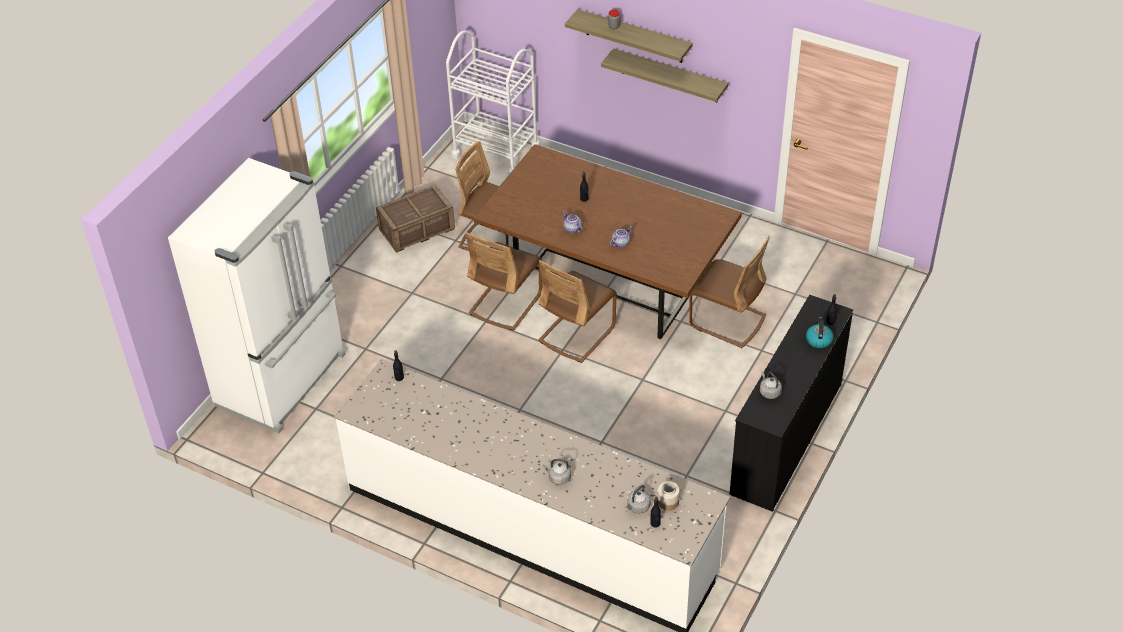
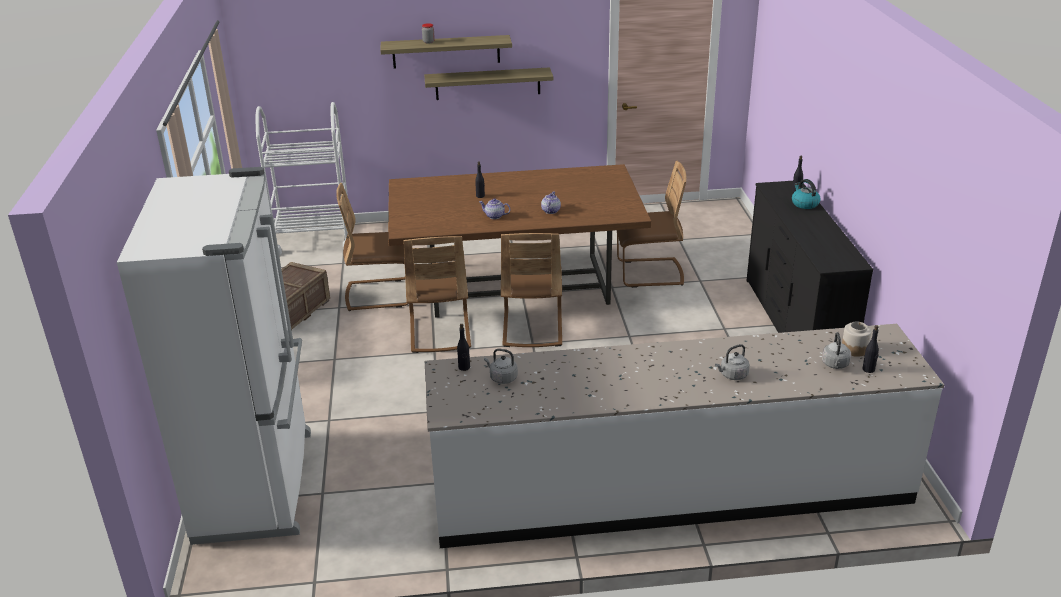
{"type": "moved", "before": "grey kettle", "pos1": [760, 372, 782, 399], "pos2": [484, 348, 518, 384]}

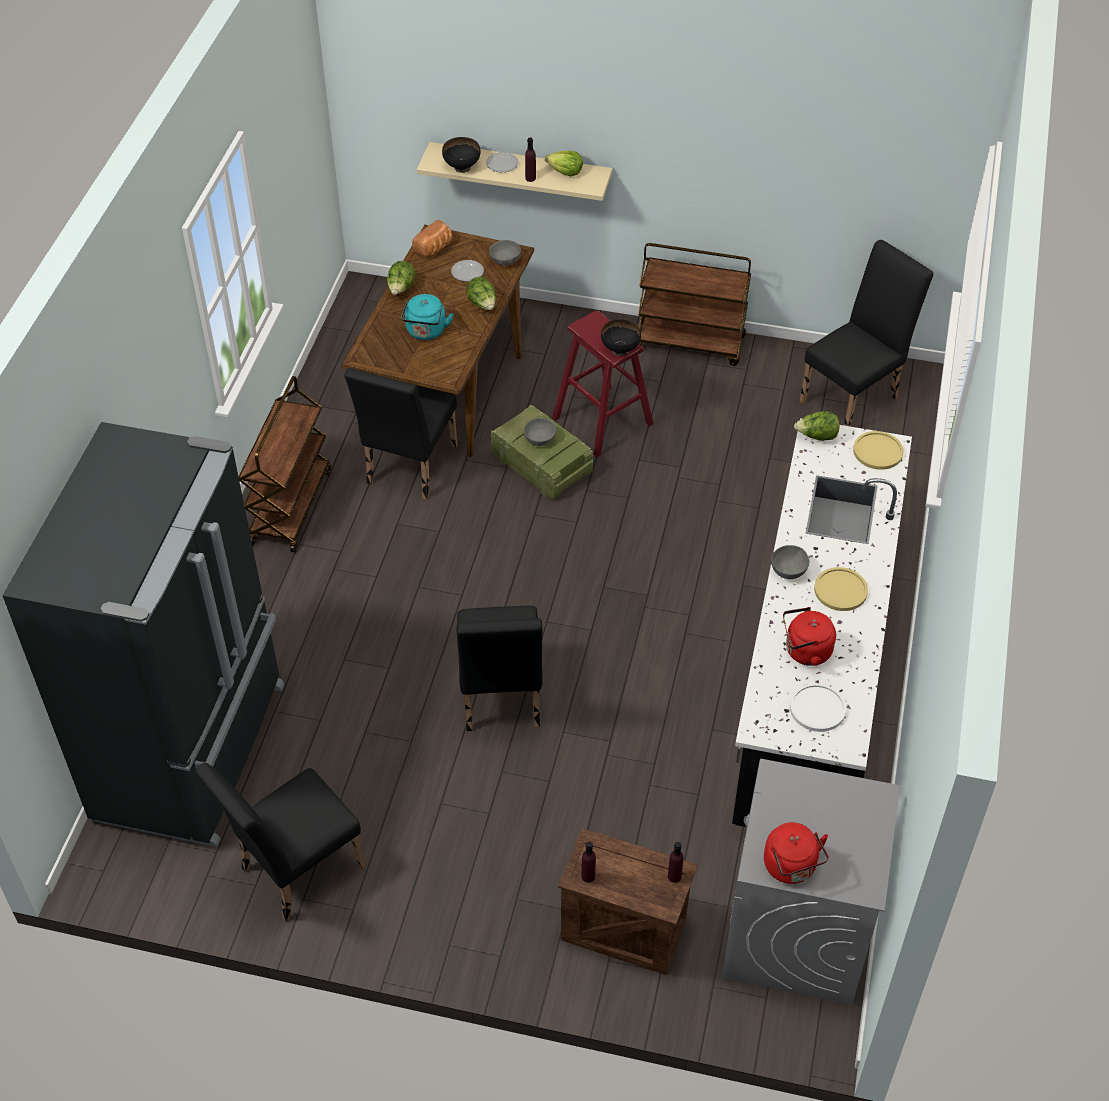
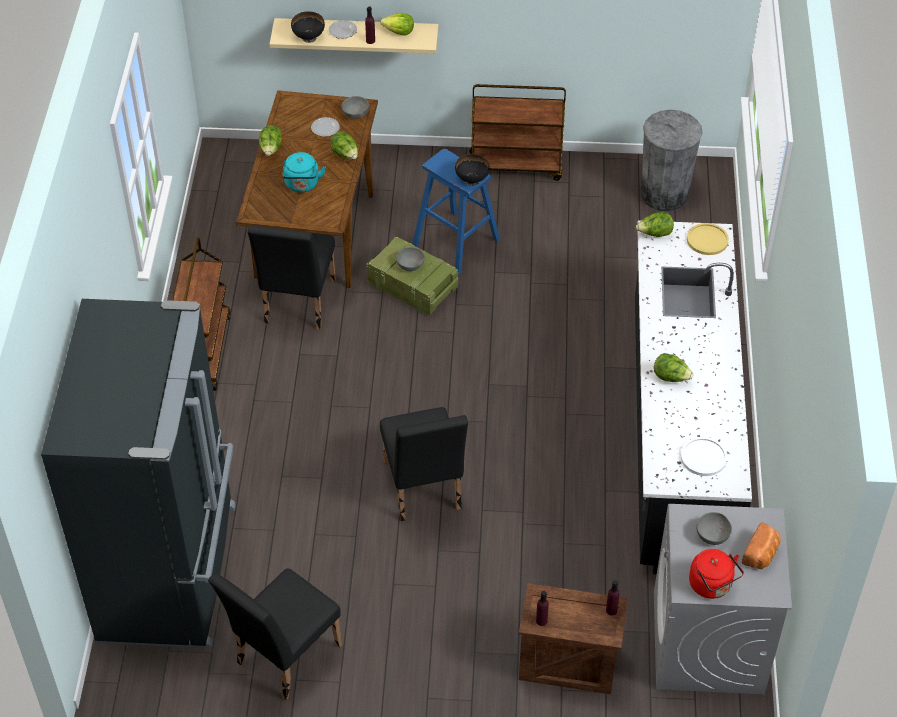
{"type": "moved", "before": "bread", "pos1": [412, 220, 453, 257], "pos2": [742, 523, 781, 569]}
{"type": "recoloured", "before": "reddish sitting stool", "after": "bluish sitting stool", "pos1": [552, 311, 653, 457], "pos2": [412, 149, 500, 275]}
{"type": "moved", "before": "grey deep dish", "pos1": [771, 545, 809, 579], "pos2": [697, 512, 732, 545]}
{"type": "removed", "before": "reddish kettle", "pos1": [783, 607, 836, 666]}
{"type": "replaced", "before": "blackish upright chair", "after": "grey rubbish bin", "pos1": [799, 240, 933, 426], "pos2": [641, 110, 703, 211]}
{"type": "removed", "before": "yellow plate", "pos1": [814, 567, 868, 611]}
{"type": "added", "after": "lettuce", "pos2": [654, 353, 693, 382]}

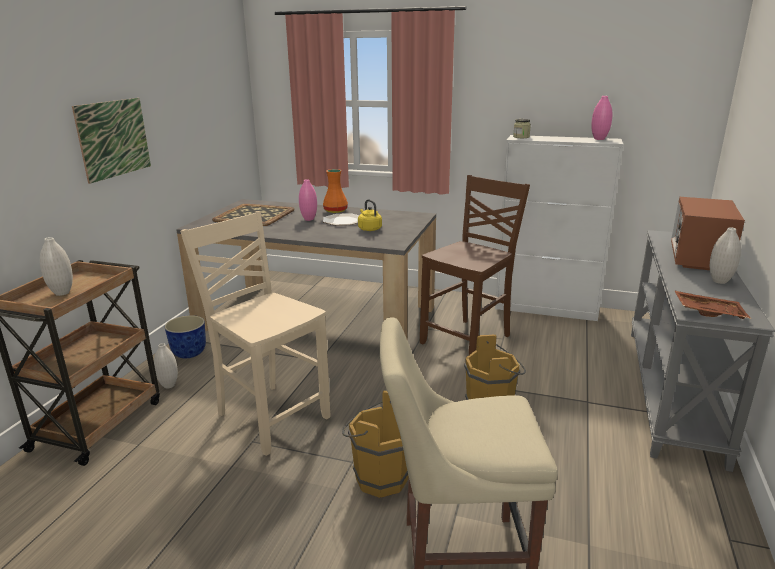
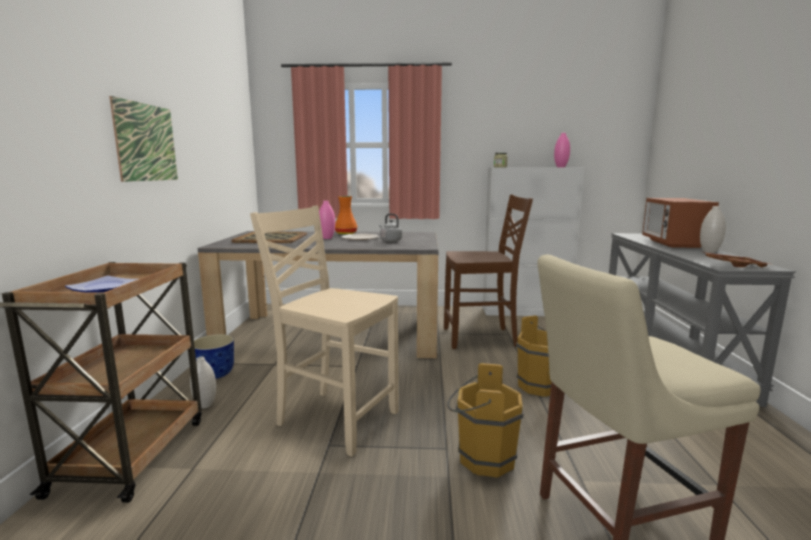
{"type": "replaced", "before": "white-coloured flower vase", "after": "plate", "pos1": [40, 237, 73, 296], "pos2": [65, 276, 138, 293]}
{"type": "recoloured", "before": "yellow kettle", "after": "grey kettle", "pos1": [358, 199, 382, 231], "pos2": [379, 214, 402, 242]}
{"type": "turned", "before": "brown upright chair", "pos1": [420, 175, 530, 355], "pos2": [444, 194, 533, 349], "turn": 60}

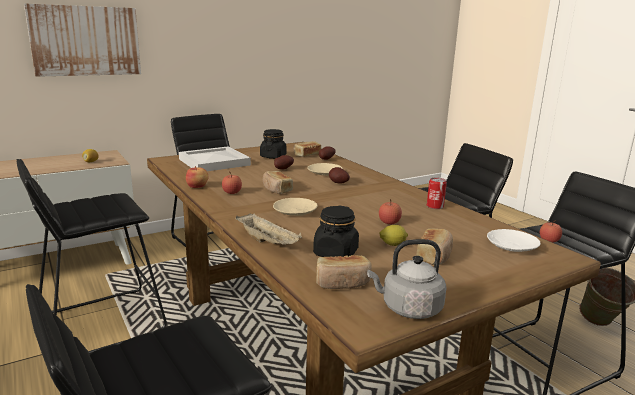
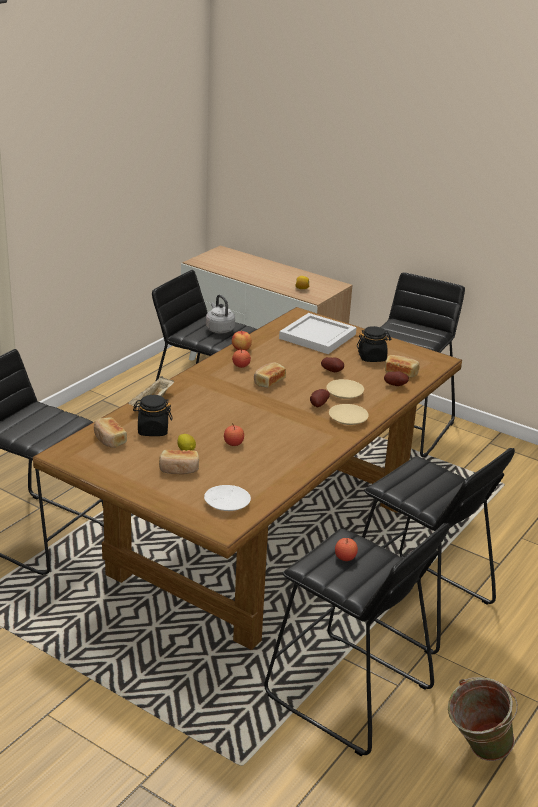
{"type": "removed", "before": "wall picture", "pos1": [24, 3, 141, 77]}
{"type": "moved", "before": "beige plate", "pos1": [273, 198, 317, 216], "pos2": [329, 404, 369, 425]}
{"type": "moved", "before": "grey kettle", "pos1": [367, 239, 446, 319], "pos2": [206, 295, 235, 334]}
{"type": "removed", "before": "sealed can", "pos1": [427, 177, 447, 209]}

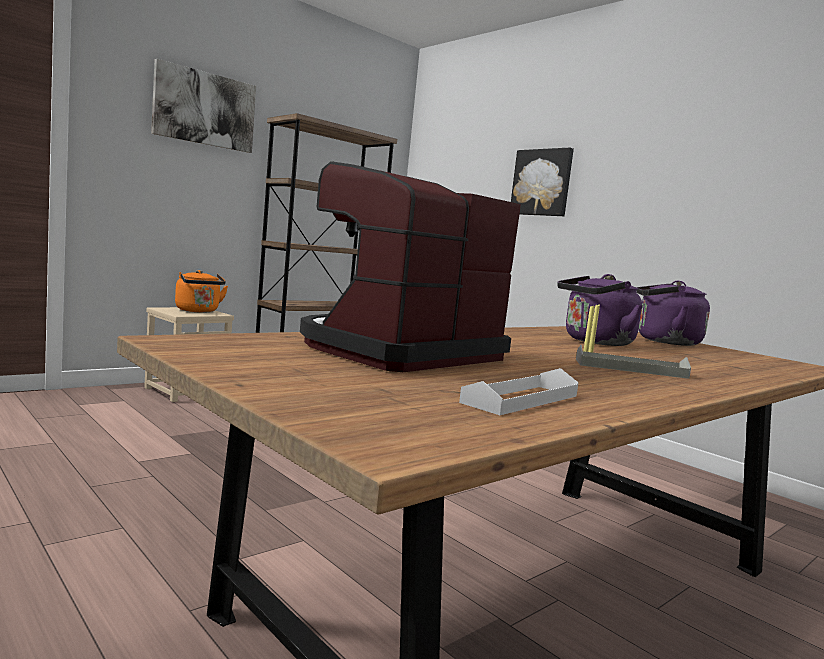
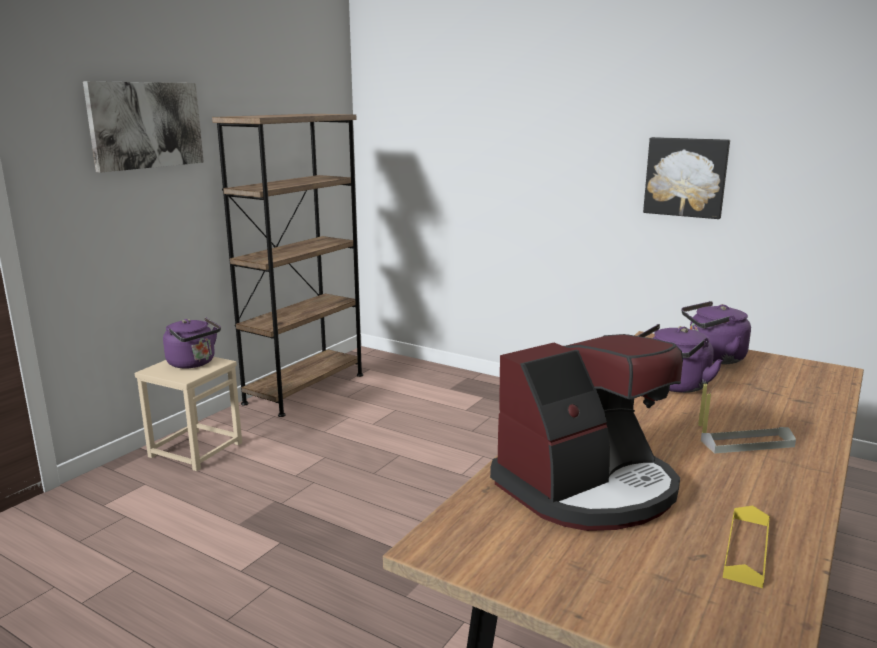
{"type": "recoloured", "before": "orange-coloured kettle", "after": "purplish kettle", "pos1": [175, 270, 228, 313], "pos2": [163, 317, 221, 369]}
{"type": "turned", "before": "coffee machine", "pos1": [300, 161, 521, 372], "pos2": [490, 334, 683, 531], "turn": -150}
{"type": "recoloured", "before": "white-coloured tray", "after": "yellow tray", "pos1": [459, 368, 579, 415], "pos2": [723, 506, 770, 588]}
{"type": "moved", "before": "wall picture", "pos1": [511, 148, 574, 216], "pos2": [643, 137, 730, 219]}

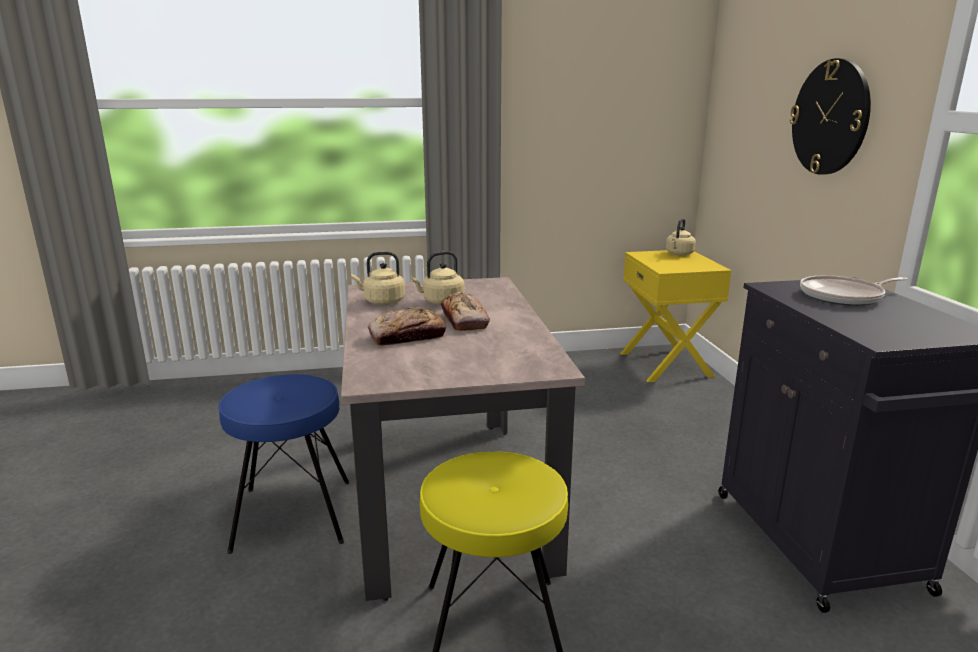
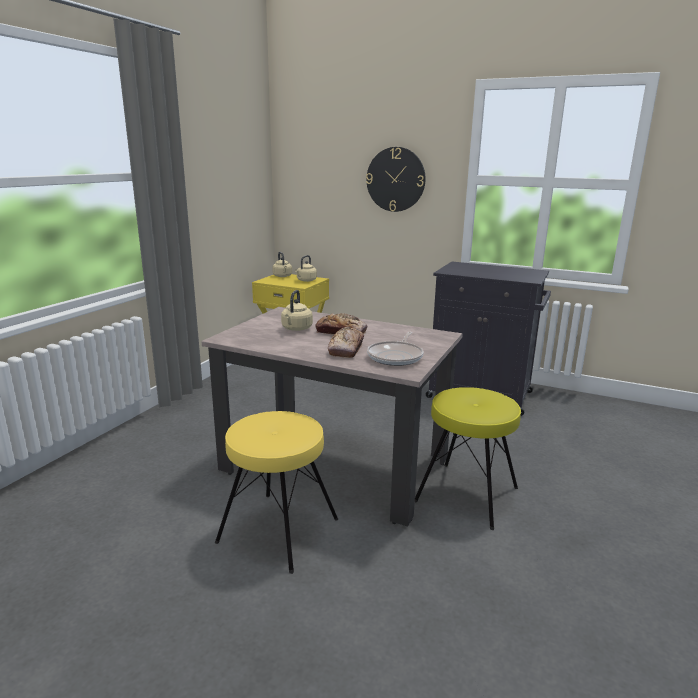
{"type": "recoloured", "before": "bluish sitting stool", "after": "yellow sitting stool", "pos1": [218, 374, 350, 554], "pos2": [215, 411, 338, 574]}
{"type": "moved", "before": "beige kettle", "pos1": [351, 252, 405, 305], "pos2": [295, 255, 317, 282]}
{"type": "moved", "before": "pan", "pos1": [800, 275, 908, 306], "pos2": [367, 332, 424, 366]}

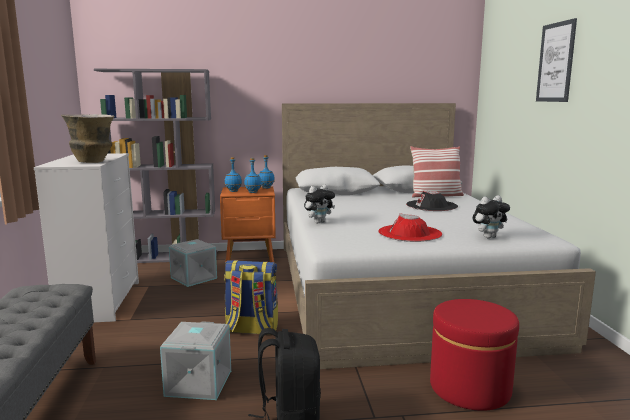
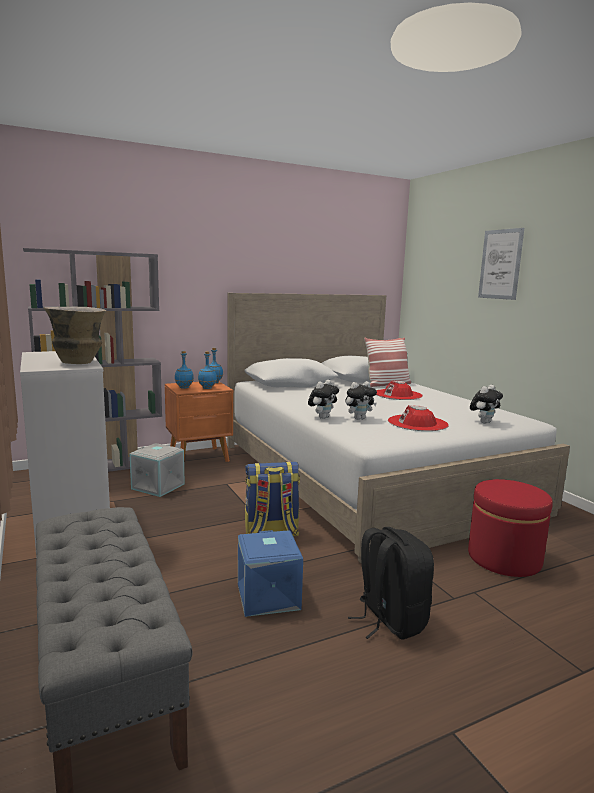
{"type": "recoloured", "before": "grey storage container", "after": "bluish storage container", "pos1": [160, 321, 231, 400], "pos2": [238, 530, 303, 617]}
{"type": "recoloured", "before": "blackish hat", "after": "reddish hat", "pos1": [406, 191, 458, 211], "pos2": [376, 381, 423, 400]}
{"type": "added", "after": "soft toy", "pos2": [345, 381, 377, 420]}

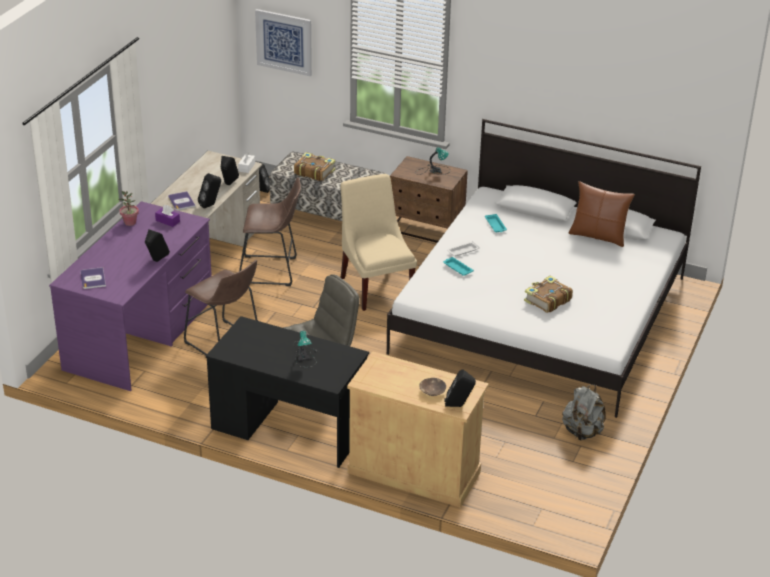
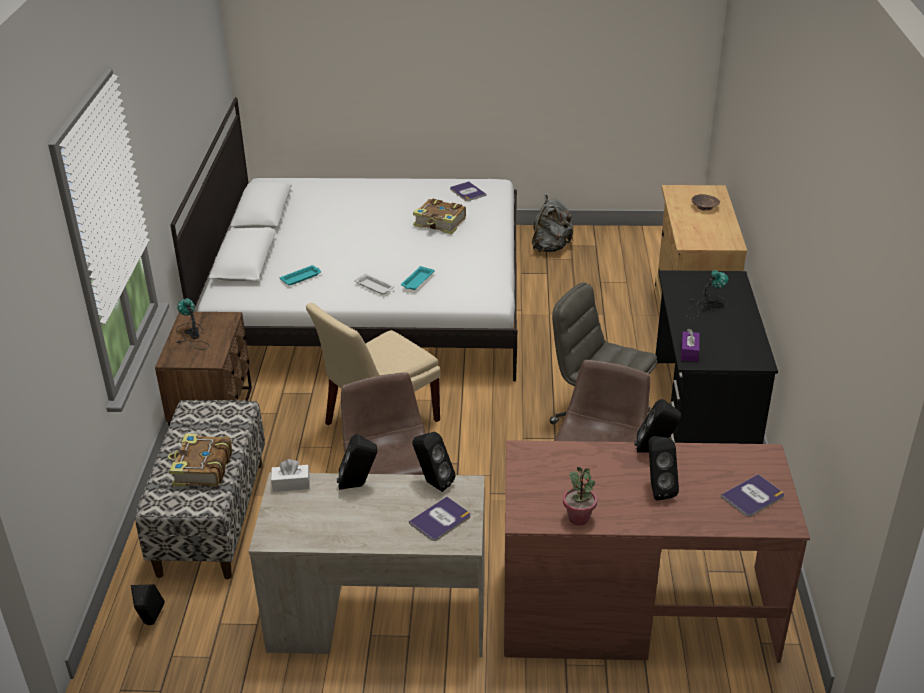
{"type": "recoloured", "before": "purplish desk unit", "after": "brown desk unit", "pos1": [49, 201, 212, 391], "pos2": [504, 440, 810, 663]}
{"type": "moved", "before": "purplish tissue holder", "pos1": [155, 205, 180, 227], "pos2": [681, 329, 700, 362]}
{"type": "removed", "before": "wall picture", "pos1": [255, 9, 312, 76]}
{"type": "moved", "before": "blackish loudspeaker", "pos1": [444, 370, 476, 407], "pos2": [648, 436, 679, 501]}
{"type": "removed", "before": "brown cushion", "pos1": [569, 181, 635, 247]}
{"type": "added", "after": "volume", "pos2": [450, 181, 486, 201]}

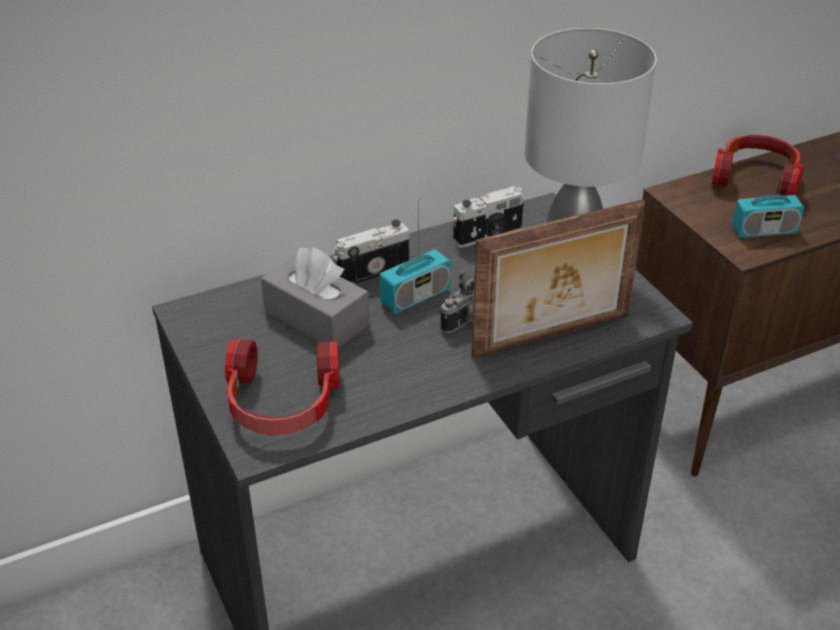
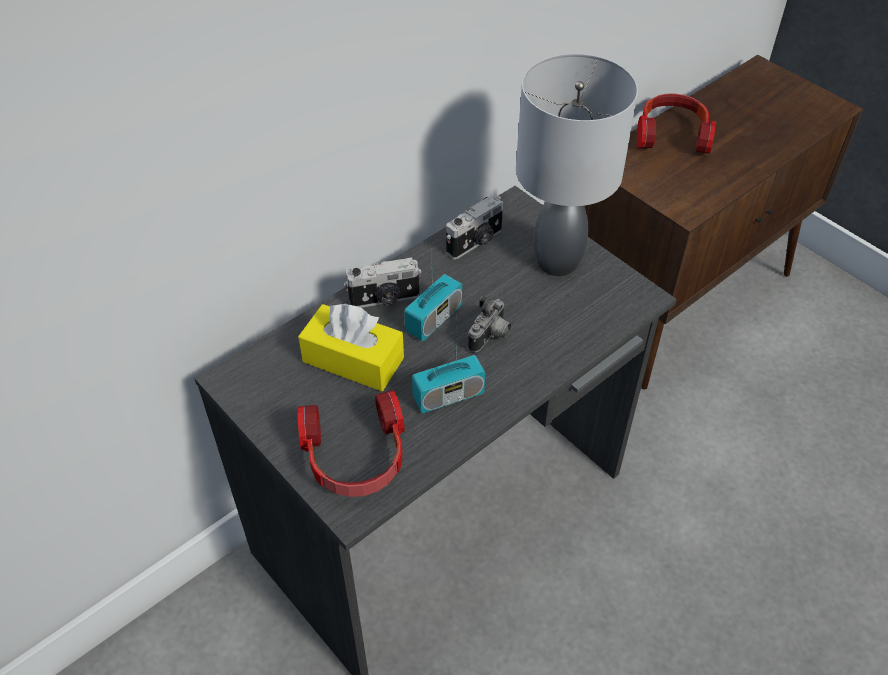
{"type": "recoloured", "before": "grey tissue holder", "after": "yellow tissue holder", "pos1": [261, 247, 370, 347], "pos2": [298, 304, 404, 391]}
{"type": "turned", "before": "photo camera", "pos1": [333, 219, 410, 284], "pos2": [344, 257, 422, 308], "turn": -150}
{"type": "removed", "before": "picture frame", "pos1": [471, 199, 645, 359]}
{"type": "moved", "before": "radio set", "pos1": [732, 147, 804, 238], "pos2": [412, 325, 485, 413]}

